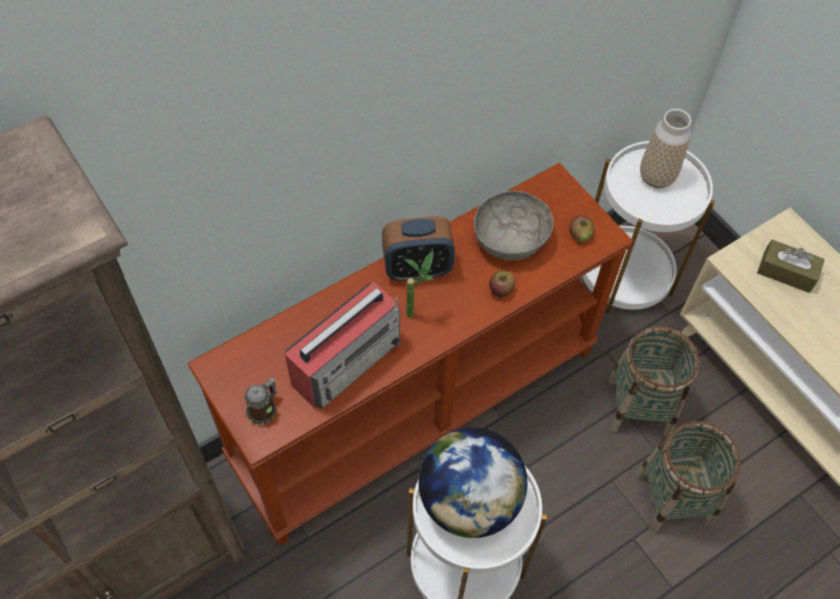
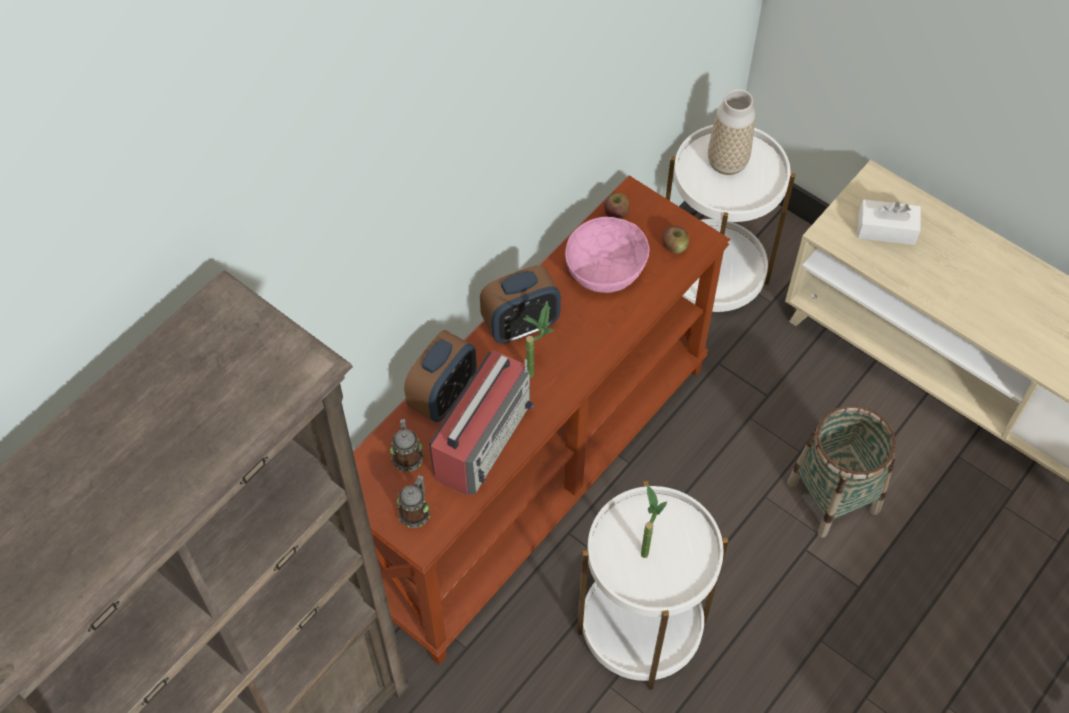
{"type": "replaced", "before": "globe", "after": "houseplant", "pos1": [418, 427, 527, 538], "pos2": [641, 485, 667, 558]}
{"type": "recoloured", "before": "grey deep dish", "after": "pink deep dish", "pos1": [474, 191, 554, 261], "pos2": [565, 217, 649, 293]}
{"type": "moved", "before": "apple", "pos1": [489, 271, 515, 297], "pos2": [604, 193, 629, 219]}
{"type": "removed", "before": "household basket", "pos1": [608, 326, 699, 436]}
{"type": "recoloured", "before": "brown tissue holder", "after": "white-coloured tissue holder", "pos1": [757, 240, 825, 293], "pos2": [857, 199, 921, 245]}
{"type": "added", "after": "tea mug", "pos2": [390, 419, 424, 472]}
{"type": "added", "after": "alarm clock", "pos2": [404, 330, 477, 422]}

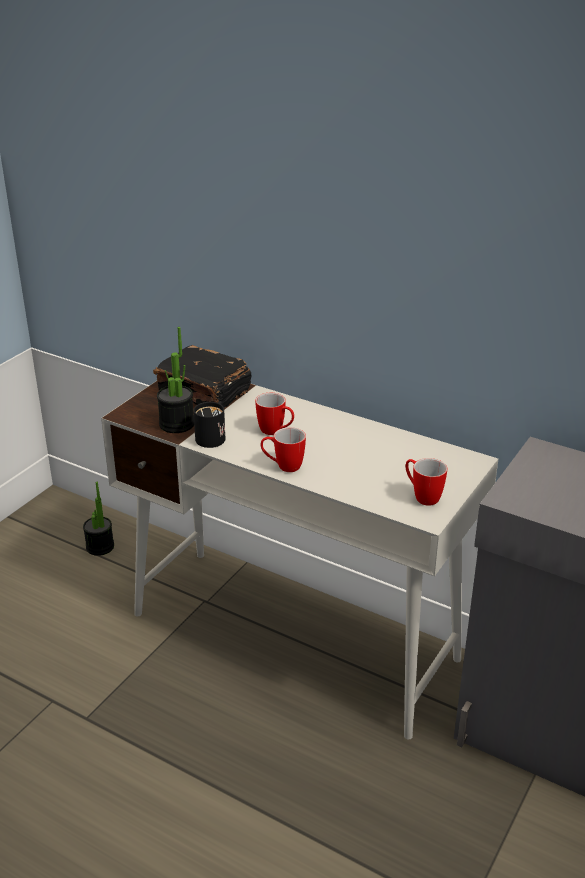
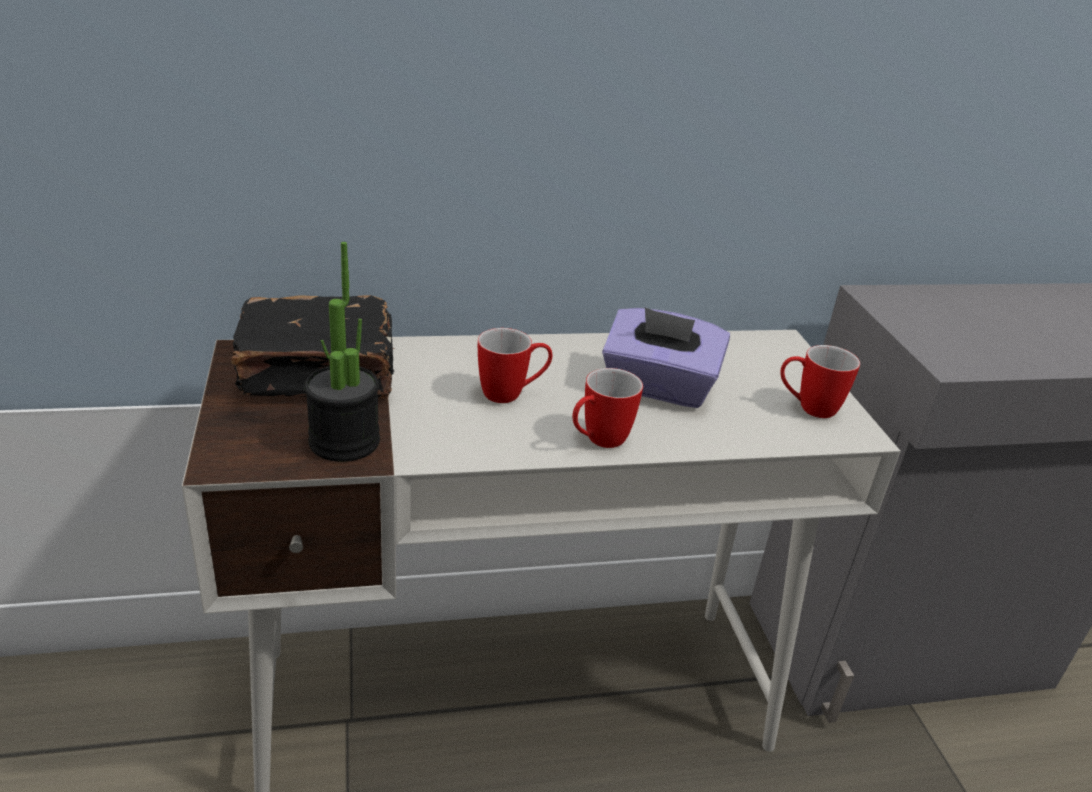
{"type": "removed", "before": "houseplant", "pos1": [83, 482, 114, 556]}
{"type": "removed", "before": "blackish tea mug", "pos1": [193, 401, 225, 448]}
{"type": "added", "after": "purplish tissue holder", "pos2": [602, 307, 730, 408]}

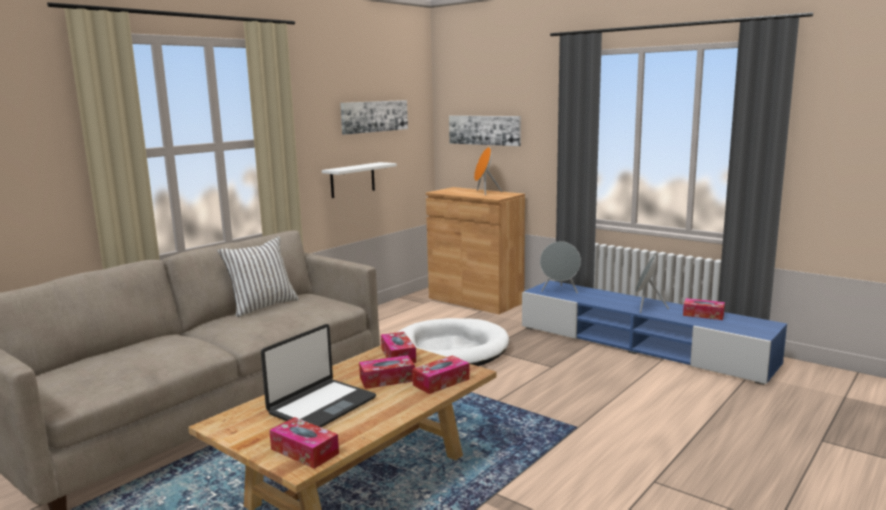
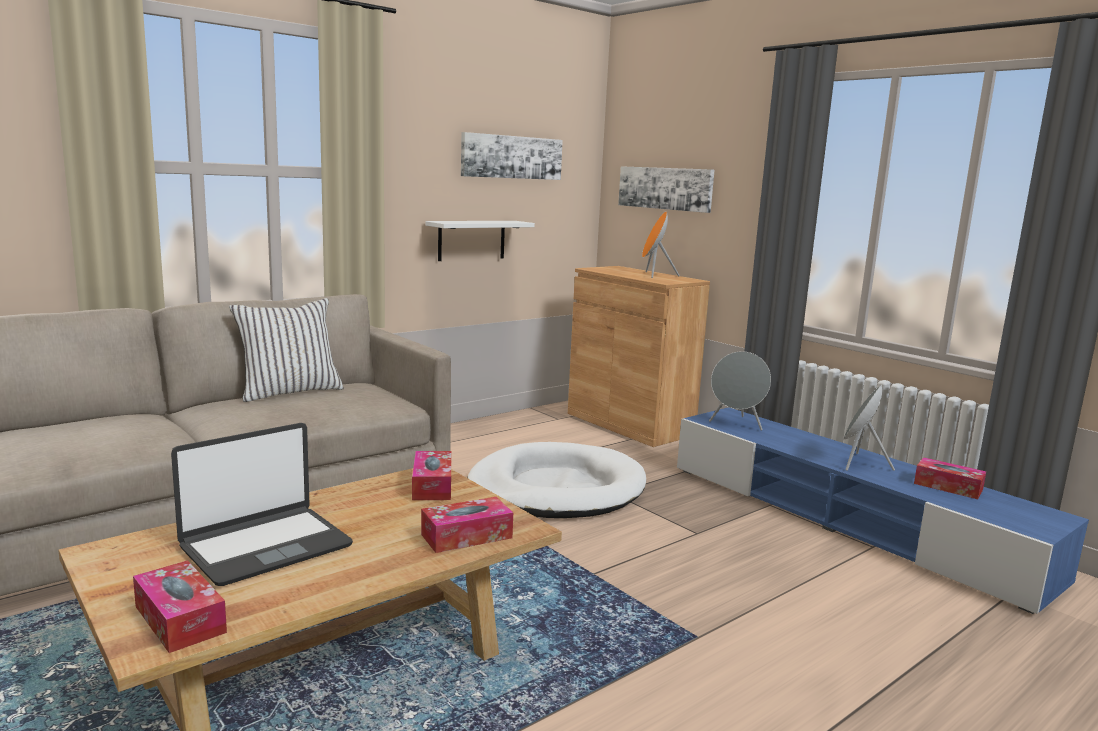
{"type": "removed", "before": "tissue holder", "pos1": [359, 355, 415, 389]}

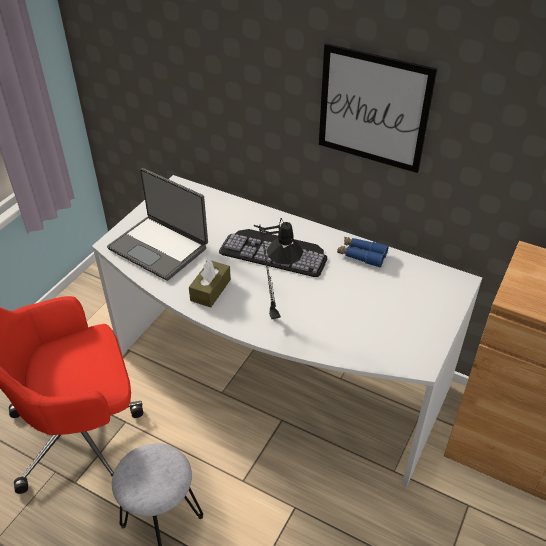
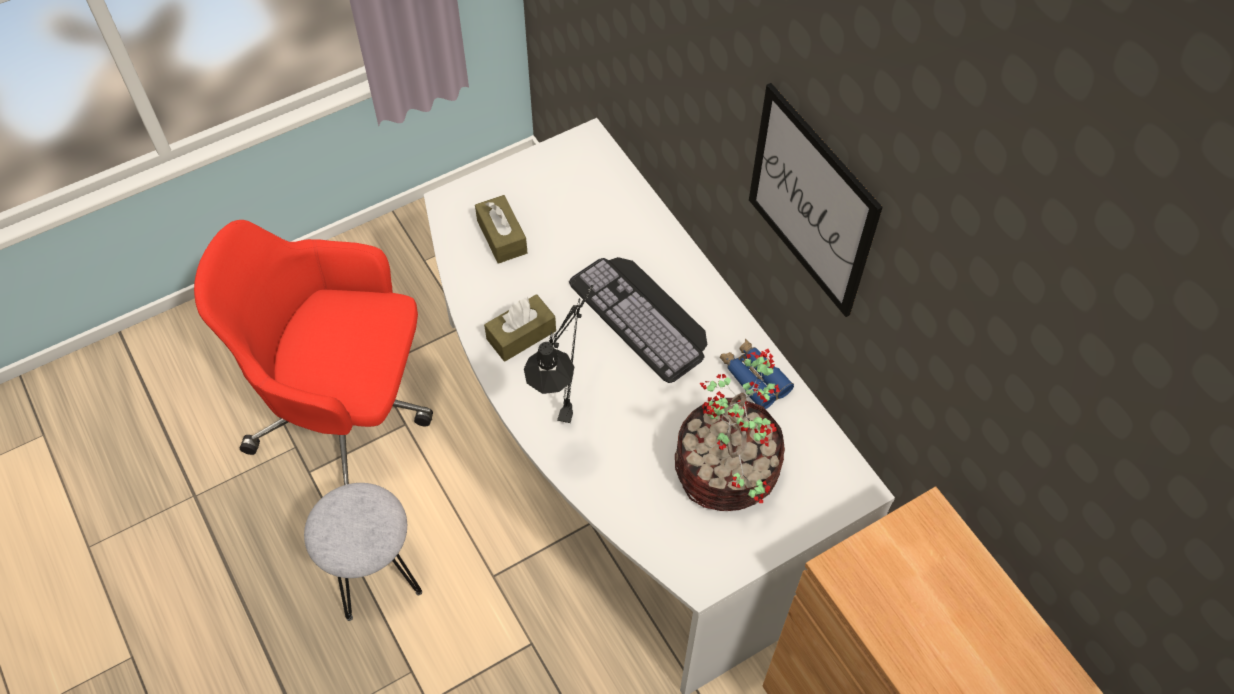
{"type": "replaced", "before": "portable computer", "after": "brown tissue holder", "pos1": [107, 168, 208, 281], "pos2": [475, 195, 527, 264]}
{"type": "added", "after": "houseplant", "pos2": [675, 349, 785, 511]}

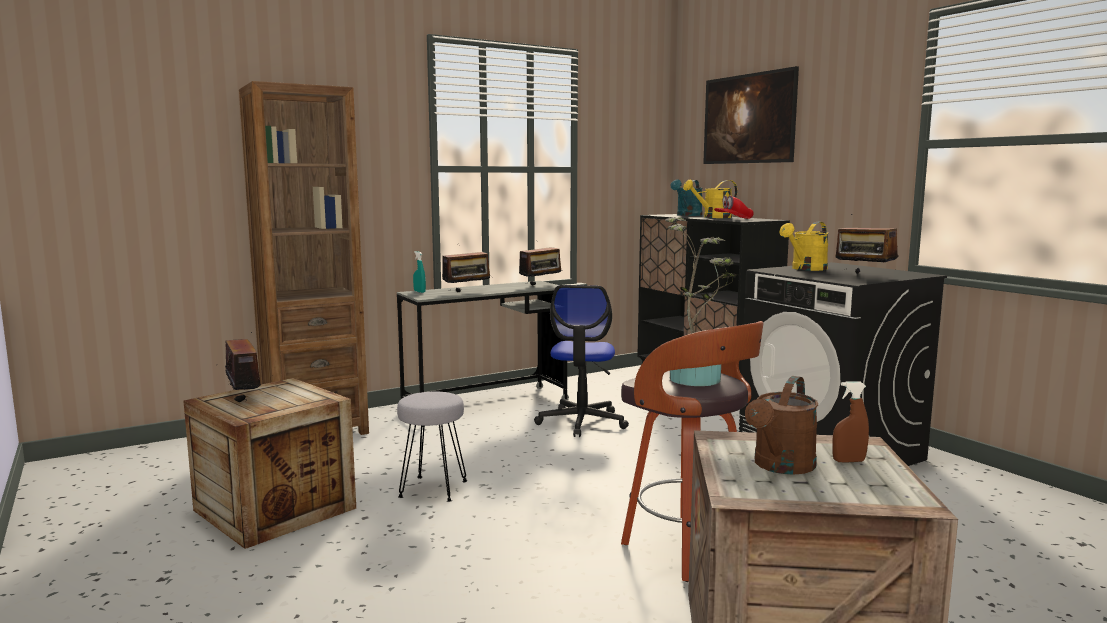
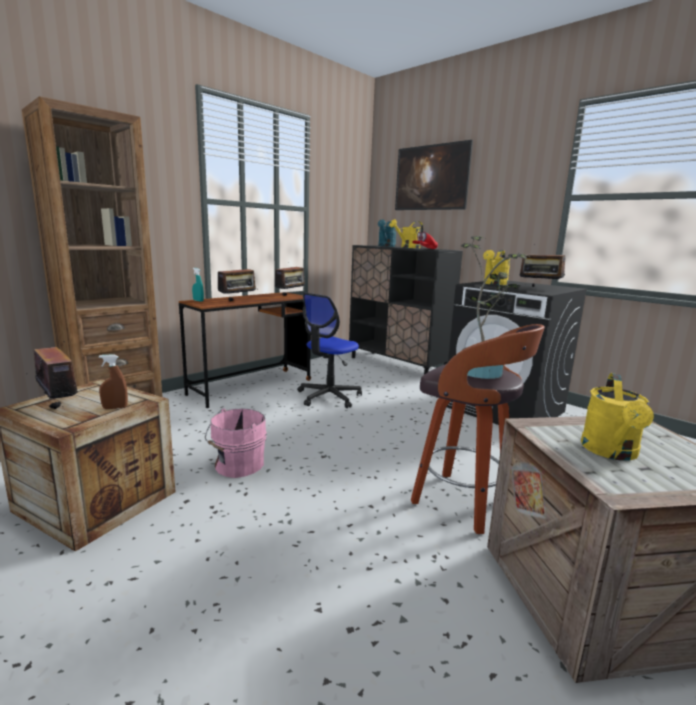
{"type": "recoloured", "before": "grey desk unit", "after": "brown desk unit", "pos1": [397, 281, 569, 427], "pos2": [179, 292, 311, 408]}
{"type": "replaced", "before": "grey sitting stool", "after": "pink water bucket", "pos1": [397, 392, 467, 502], "pos2": [205, 408, 267, 478]}
{"type": "turned", "before": "desk chair", "pos1": [534, 285, 629, 437], "pos2": [297, 293, 362, 408], "turn": 45}
{"type": "recoloured", "before": "brown watering can", "after": "yellow watering can", "pos1": [745, 376, 818, 475], "pos2": [581, 373, 654, 461]}
{"type": "moved", "before": "brown spray bottle", "pos1": [832, 381, 869, 463], "pos2": [99, 354, 128, 409]}

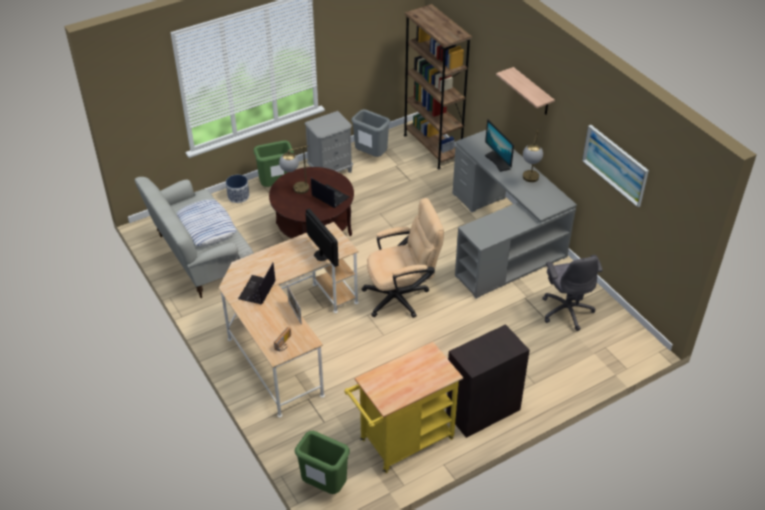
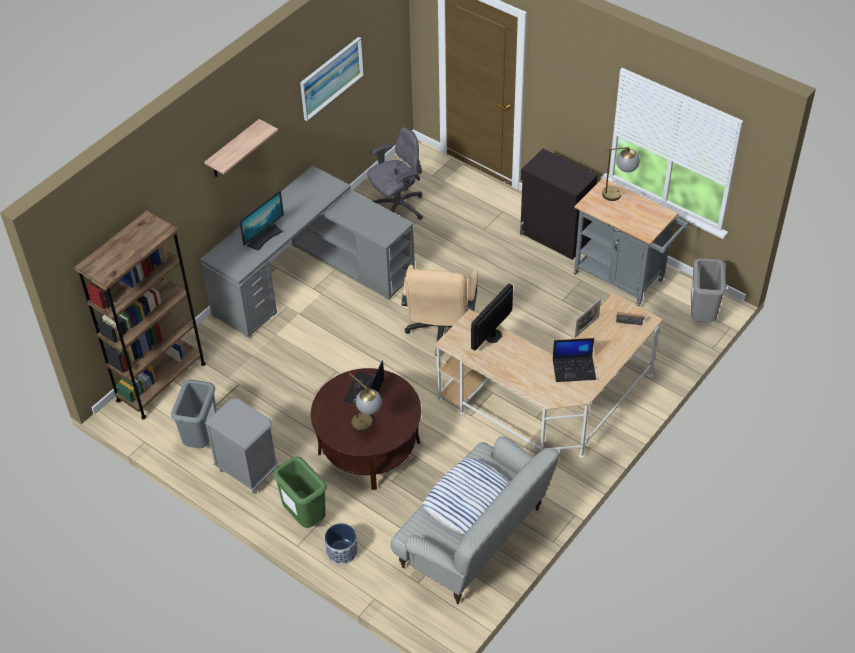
{"type": "recoloured", "before": "green rubbish bin", "after": "grey rubbish bin", "pos1": [295, 431, 350, 494], "pos2": [691, 258, 726, 322]}
{"type": "recoloured", "before": "yellow trolley", "after": "grey trolley", "pos1": [344, 342, 463, 473], "pos2": [573, 178, 688, 307]}
{"type": "turned", "before": "beige desk chair", "pos1": [361, 198, 444, 318], "pos2": [401, 265, 478, 356], "turn": -135}
{"type": "moved", "before": "tabletop lamp", "pos1": [523, 129, 543, 182], "pos2": [602, 147, 640, 201]}

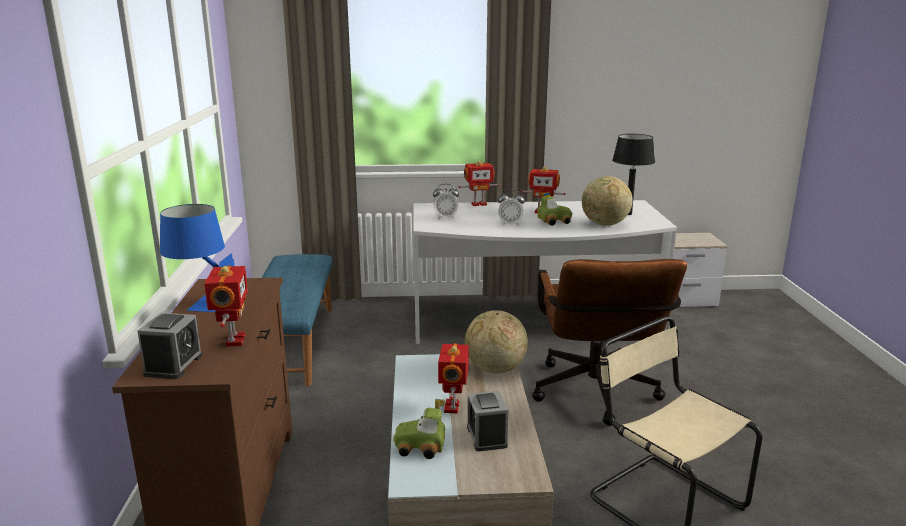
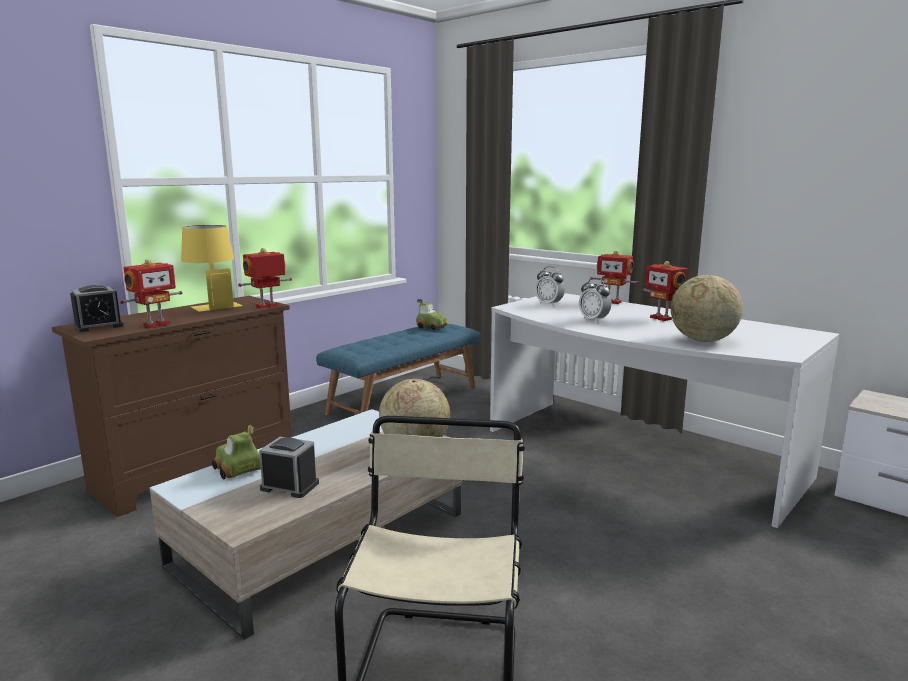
{"type": "recoloured", "before": "bluish tabletop lamp", "after": "yellow tabletop lamp", "pos1": [160, 204, 234, 312], "pos2": [181, 225, 243, 312]}
{"type": "moved", "before": "model robot", "pos1": [438, 343, 469, 414], "pos2": [238, 248, 292, 309]}
{"type": "turned", "before": "alarm clock", "pos1": [467, 391, 508, 451], "pos2": [259, 437, 319, 498], "turn": 75}
{"type": "removed", "before": "brown desk chair", "pos1": [532, 259, 687, 426]}
{"type": "moved", "before": "toy car", "pos1": [537, 193, 572, 226], "pos2": [416, 299, 447, 330]}
{"type": "removed", "before": "blackish tabletop lamp", "pos1": [612, 134, 655, 215]}

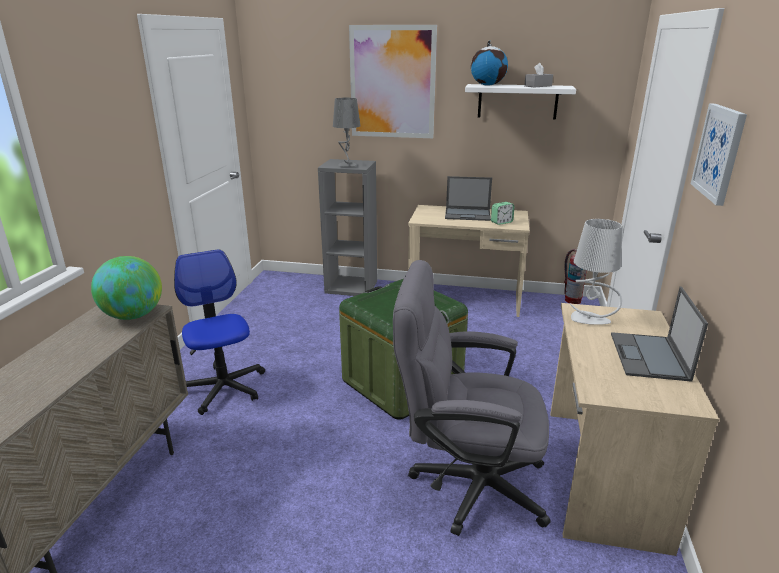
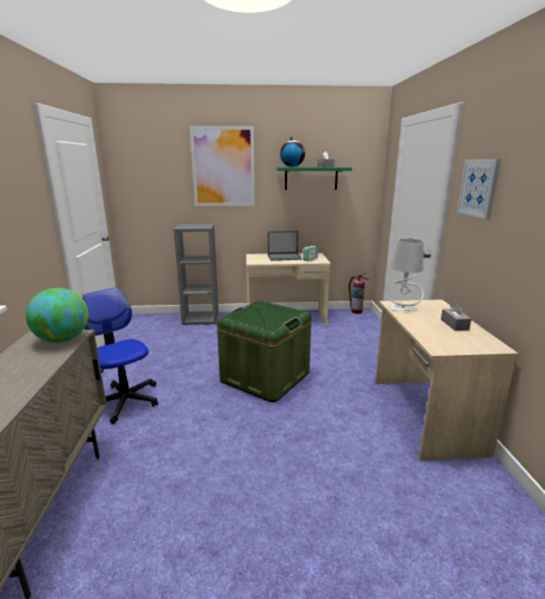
{"type": "removed", "before": "grey tabletop lamp", "pos1": [333, 98, 361, 167]}
{"type": "removed", "before": "grey desk chair", "pos1": [393, 260, 551, 536]}
{"type": "recoloured", "before": "white-coloured shelf", "after": "green shelf", "pos1": [465, 84, 576, 120], "pos2": [277, 167, 352, 190]}
{"type": "replaced", "before": "portable computer", "after": "grey tissue holder", "pos1": [611, 287, 708, 382], "pos2": [441, 302, 471, 331]}

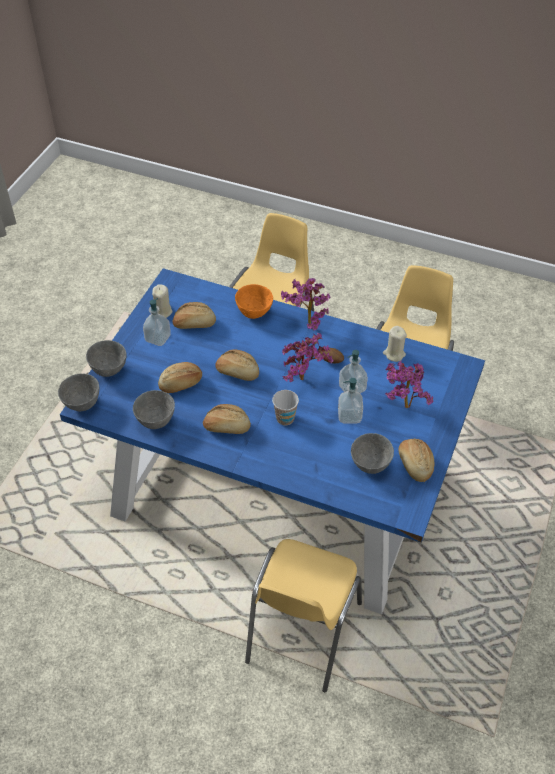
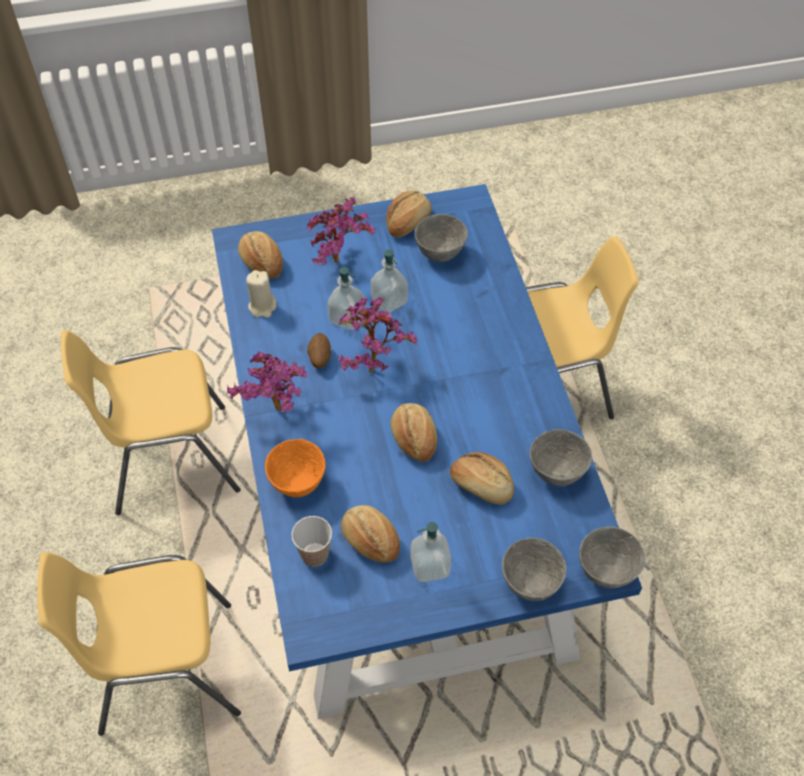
{"type": "removed", "before": "beige wax light", "pos1": [152, 284, 172, 318]}
{"type": "moved", "before": "bread", "pos1": [203, 404, 251, 434], "pos2": [238, 231, 283, 279]}
{"type": "moved", "before": "drinking cup", "pos1": [272, 390, 299, 425], "pos2": [291, 516, 332, 567]}

